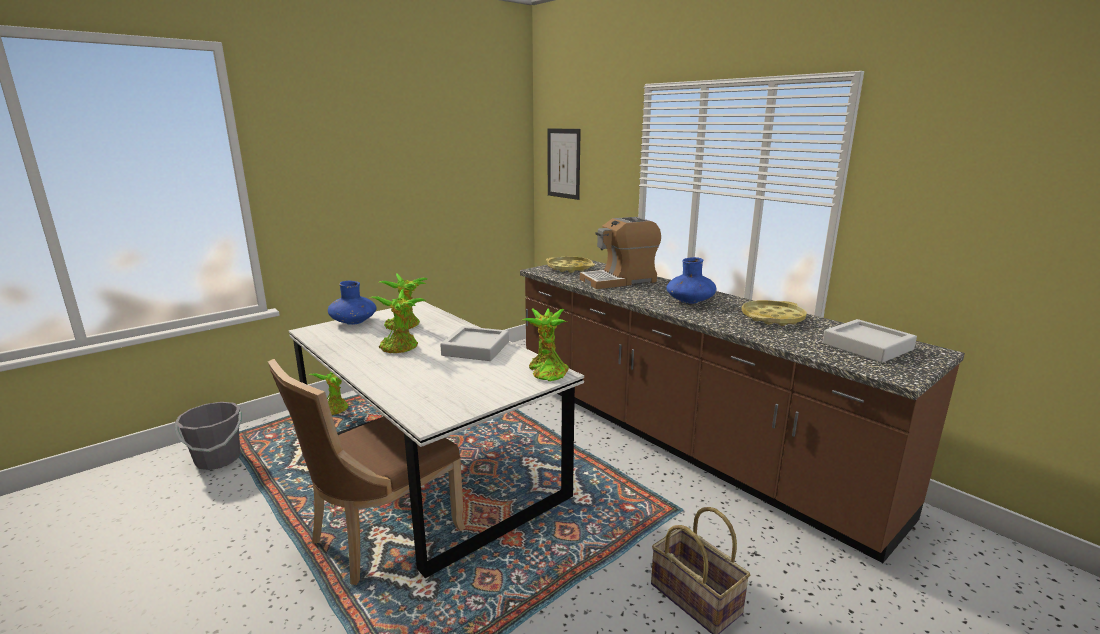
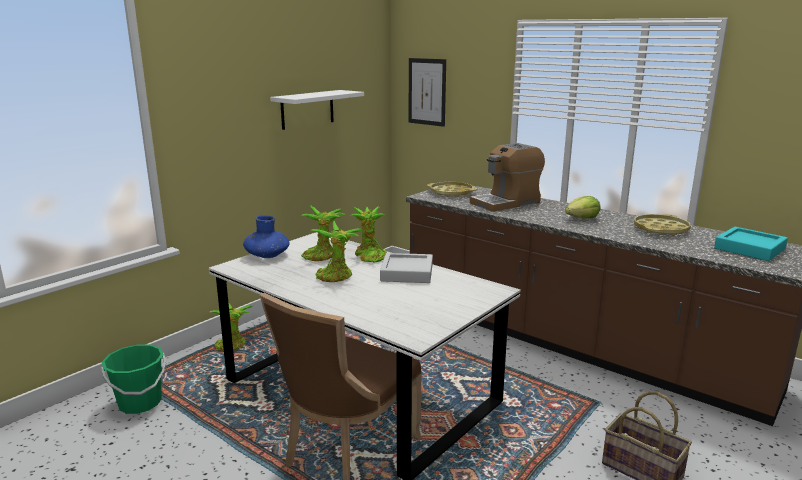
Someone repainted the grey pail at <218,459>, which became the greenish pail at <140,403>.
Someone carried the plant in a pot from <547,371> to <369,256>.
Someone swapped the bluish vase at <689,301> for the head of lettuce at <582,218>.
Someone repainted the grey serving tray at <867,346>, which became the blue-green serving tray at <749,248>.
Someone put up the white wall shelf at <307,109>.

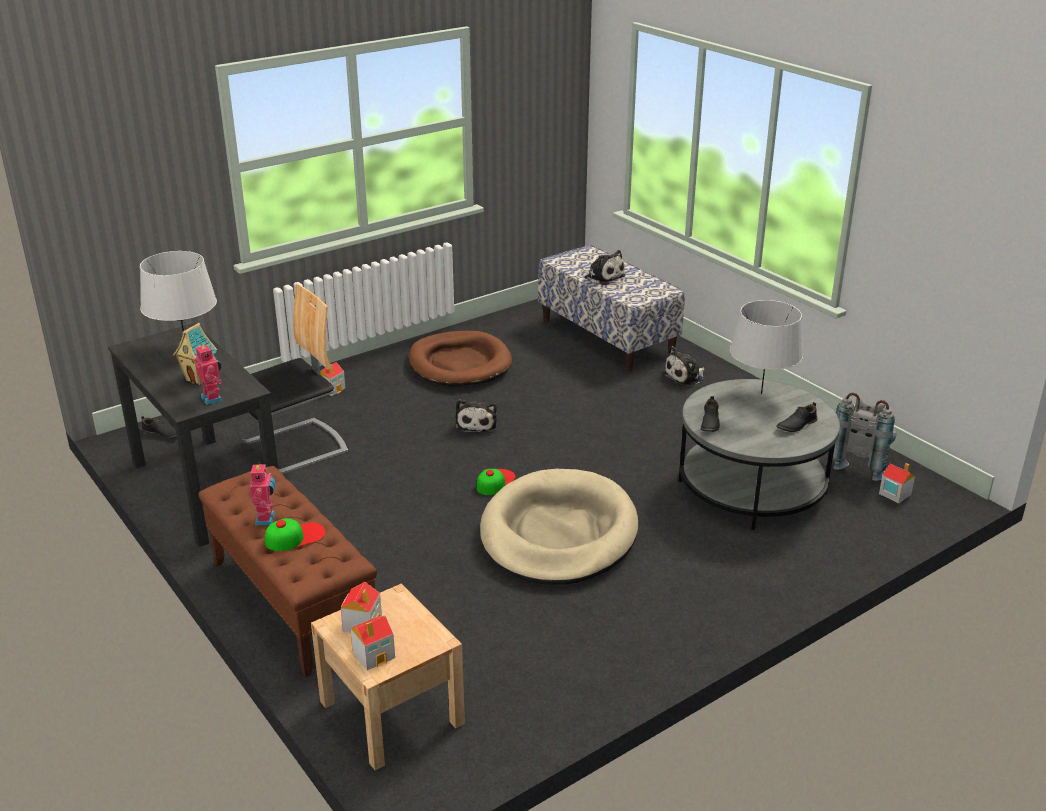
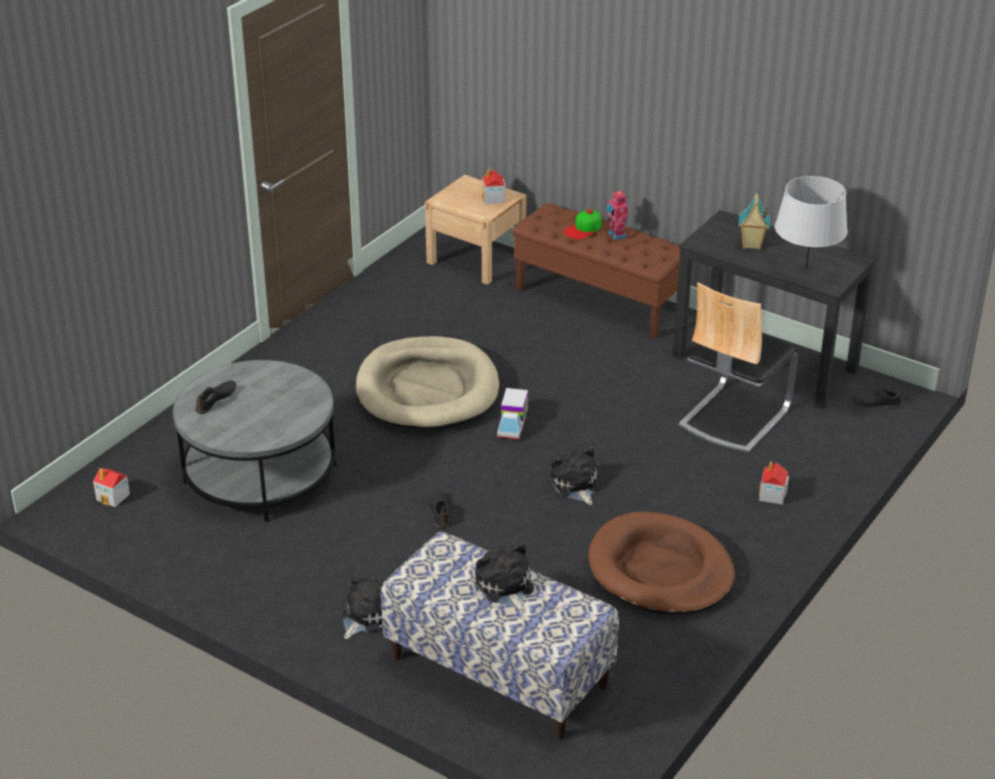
Someone took away the robot figure at <213,398>.
Someone took away the toy house at <374,654>.
Someone swapped the baseball cap at <495,482> for the toy lorry at <512,425>.
Someone rotated the plush toy at <603,277> by 45 degrees clockwise.
Someone carried the blackish shoe from <709,423> to <439,511>.
Someone took away the grey table lamp at <761,394>.
Someone took away the grey backpack at <861,463>.

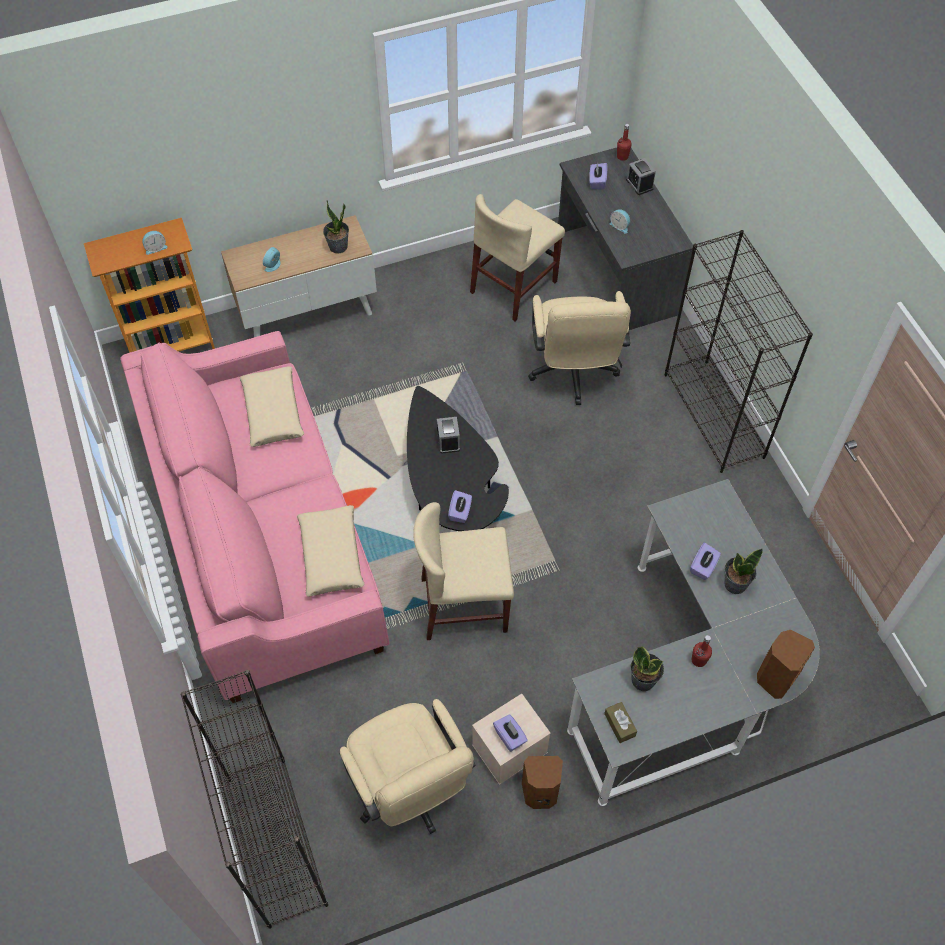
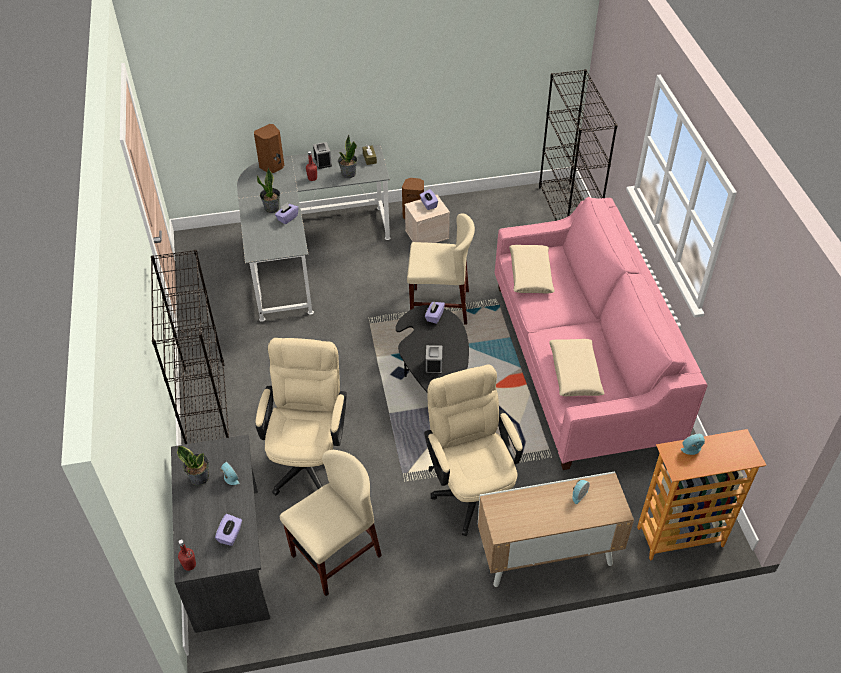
Someone carried the plant in a pot from <338,247> to <199,477>.
Someone carried the beige office chair from <410,790> to <471,489>.
Someone carried the alarm clock from <639,184> to <323,162>.

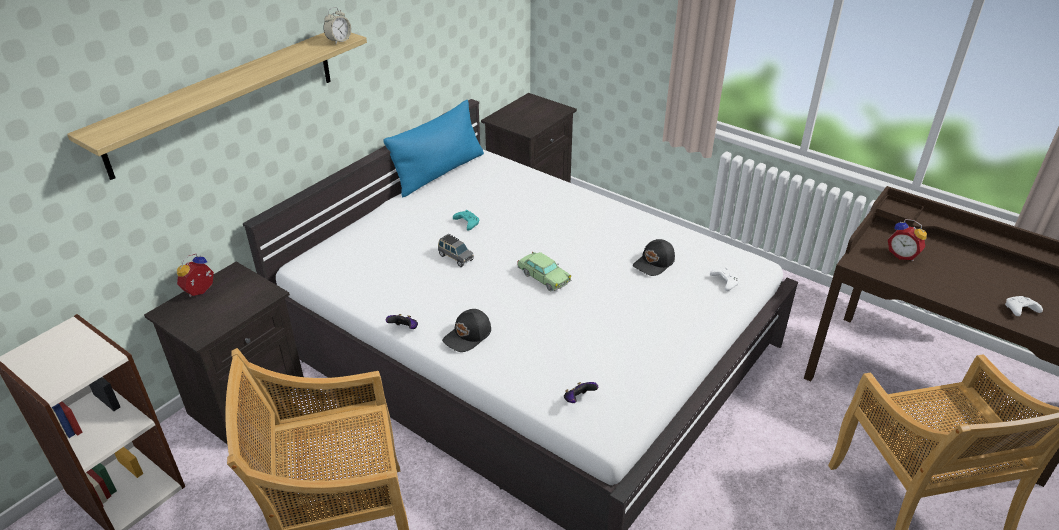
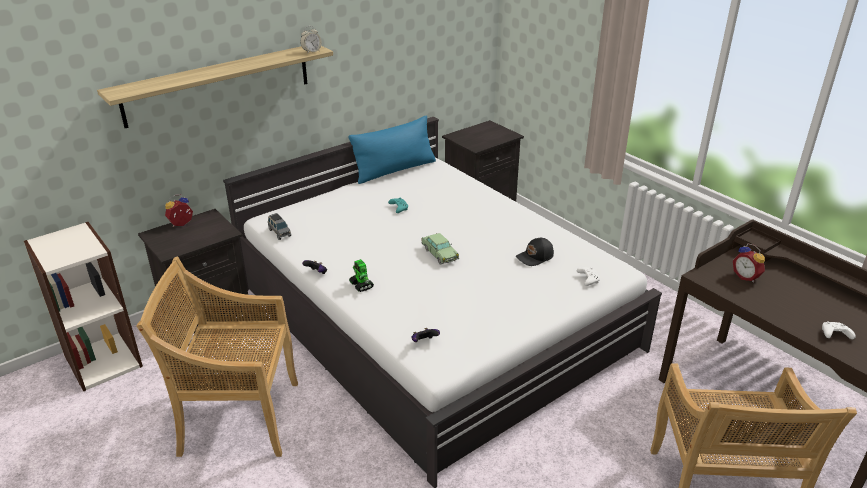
Someone carried the grey model car from <455,257> to <279,233>.
Someone swapped the blackish baseball cap at <468,336> for the robot figure at <361,285>.

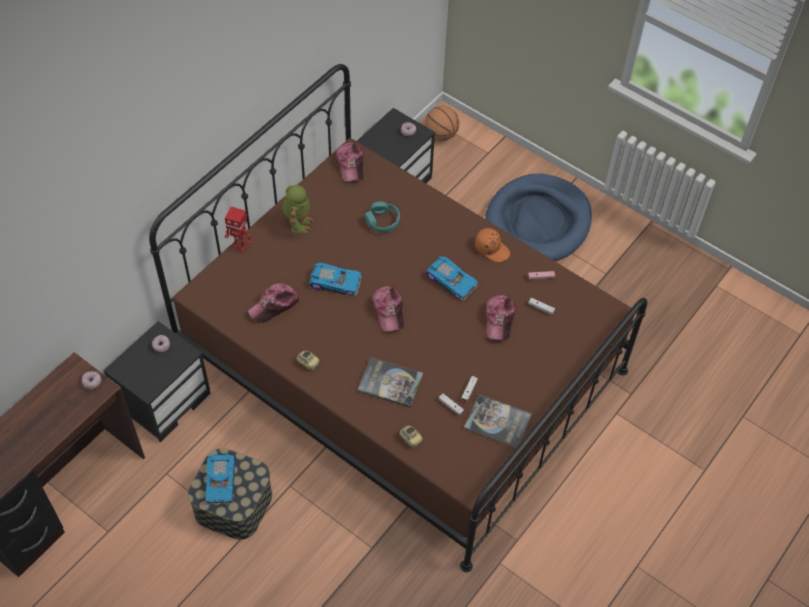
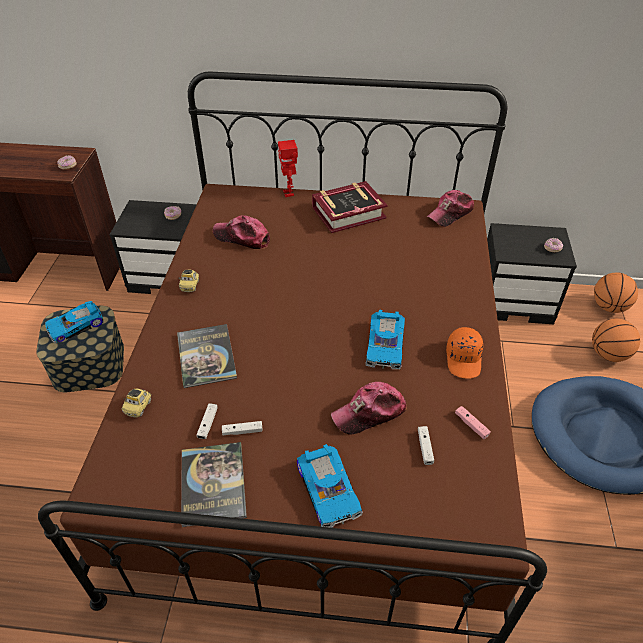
Someone swapped the robot figure at <298,223> for the book at <348,212>.
Someone carried the model car from <336,281> to <329,489>.
Someone took away the blue-green headset at <382,221>.
Someone took away the baseball cap at <389,311>.
Someone put down the basketball ball at <608,354>.

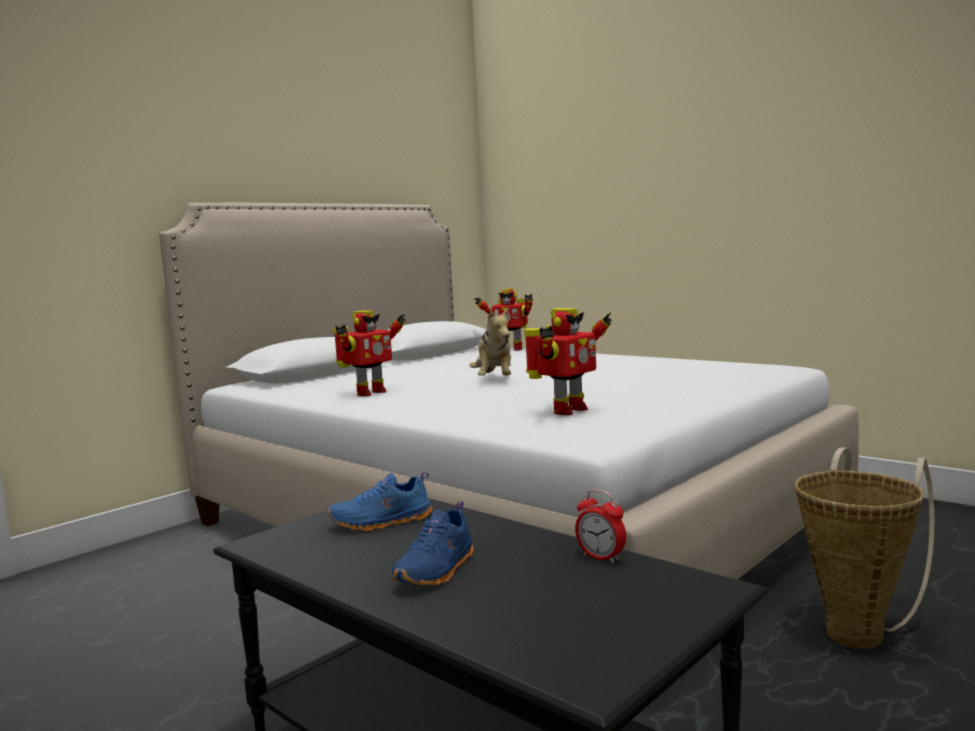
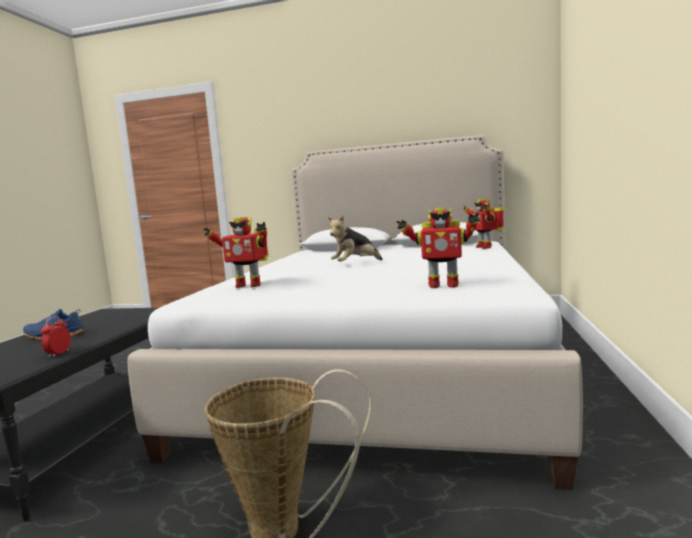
Someone took away the bluish shoe at <382,523>.
Someone carried the robot figure from <368,393> to <442,285>.

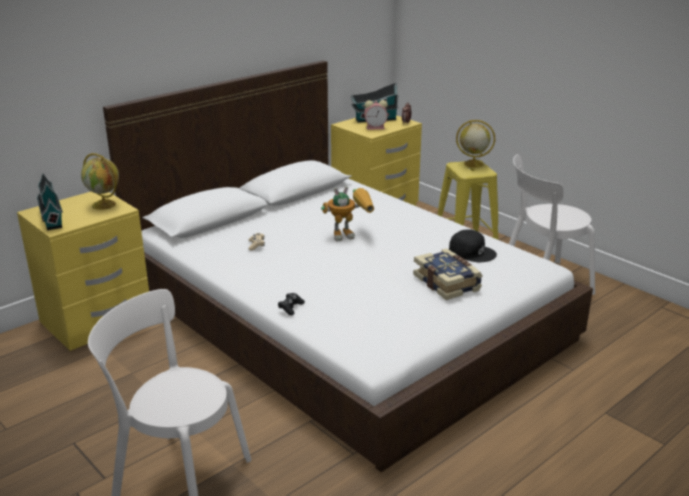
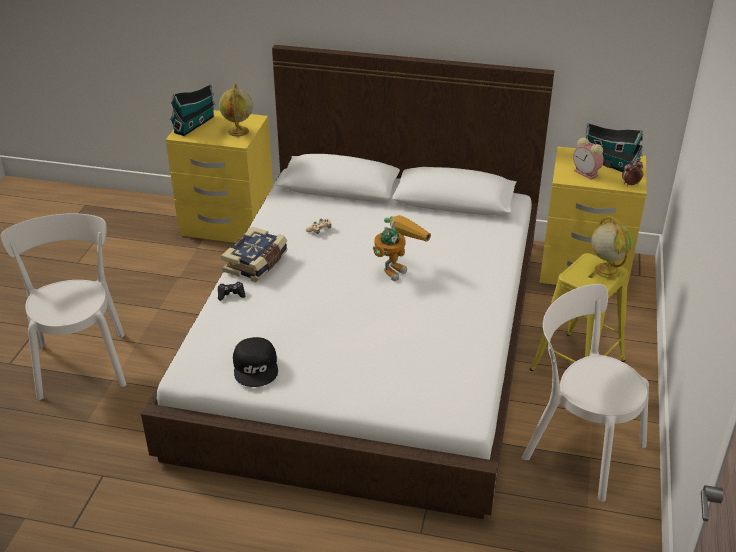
Someone rotated the robot figure at <350,234> by 90 degrees counterclockwise.
Someone carried the book from <447,283> to <257,263>.
Someone carried the blackish baseball cap from <472,252> to <256,367>.

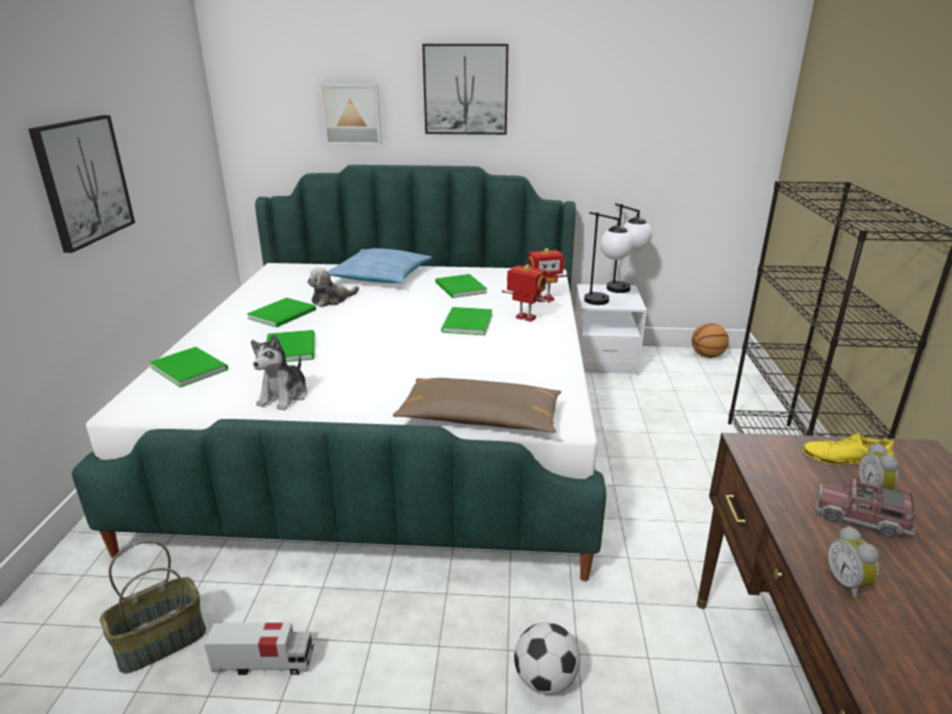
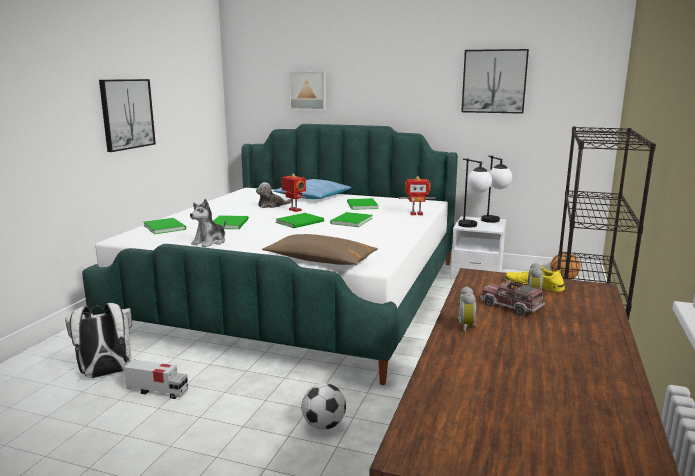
Someone swapped the storage basket at <160,643> for the white backpack at <105,374>.
Someone carried the greenish book from <284,314> to <301,222>.
Someone carried the wall picture from <465,89> to <494,81>.
Someone carried the robot figure from <525,318> to <294,210>.

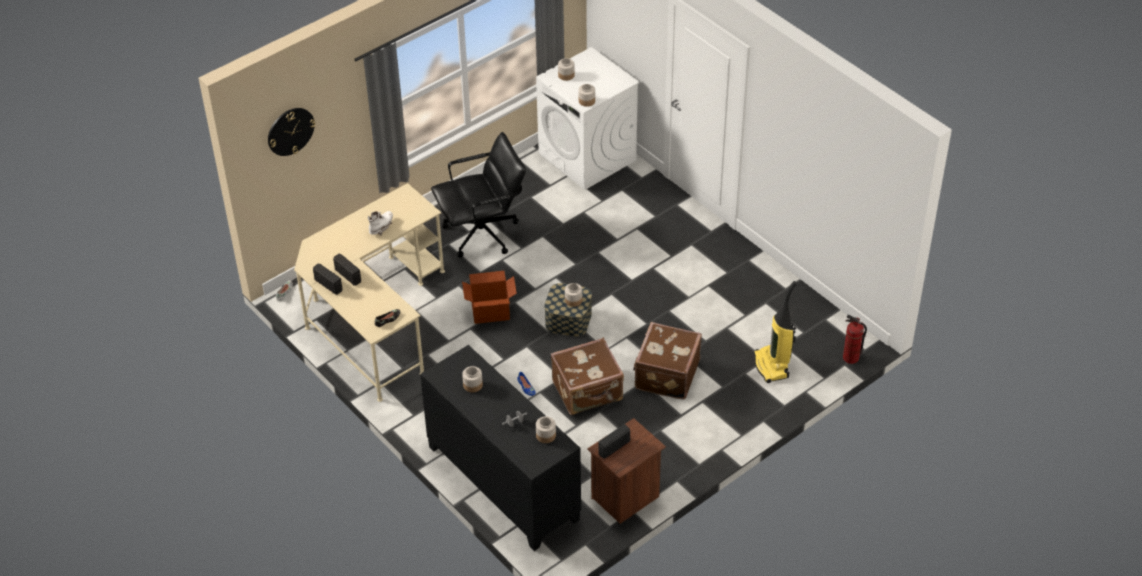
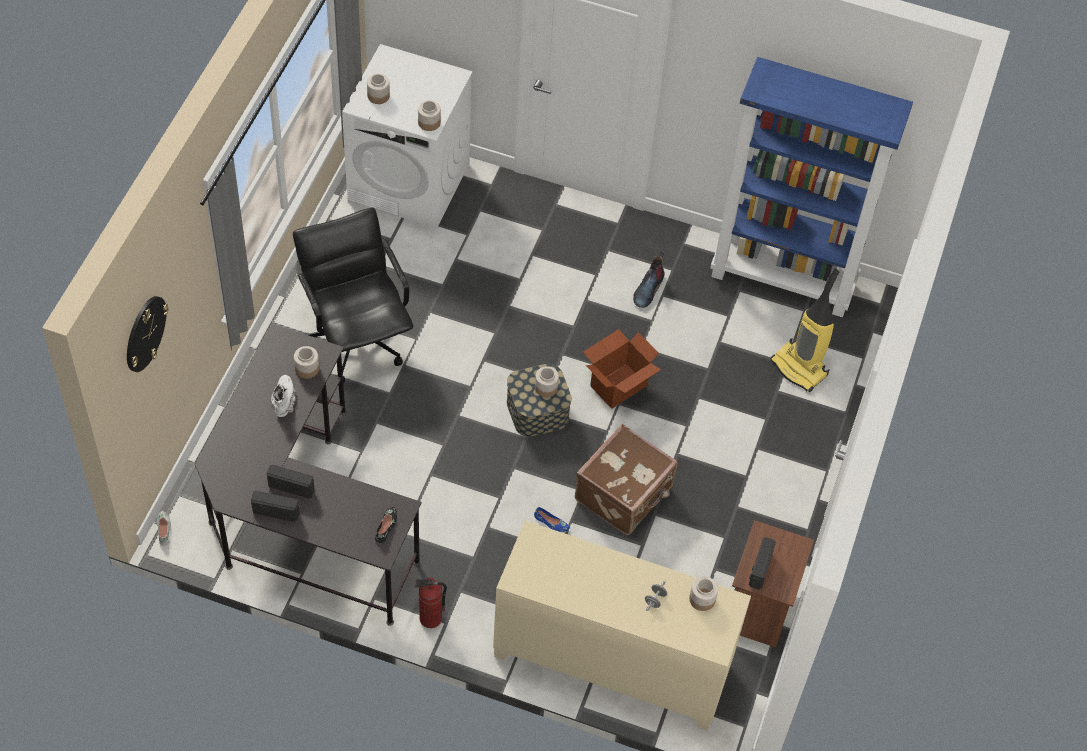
Someone repainted the beige desk unit at <372,317>, which became the blackish desk unit at <301,514>.
Someone repainted the blackish storage cabinet at <502,483>, which became the beige storage cabinet at <611,662>.
Someone rotated the blackish office chair at <482,234> by 60 degrees counterclockwise.
Someone carried the carton from <490,312> to <618,385>.
Someone carried the preserve jar from <473,385> to <307,368>.
Someone took away the brown-coloured travel case at <665,375>.
Someone carried the extinguisher from <850,358> to <430,618>.
Someone put down the high-top boot at <648,289>.
Someone put down the bluish bookshelf at <784,279>.

